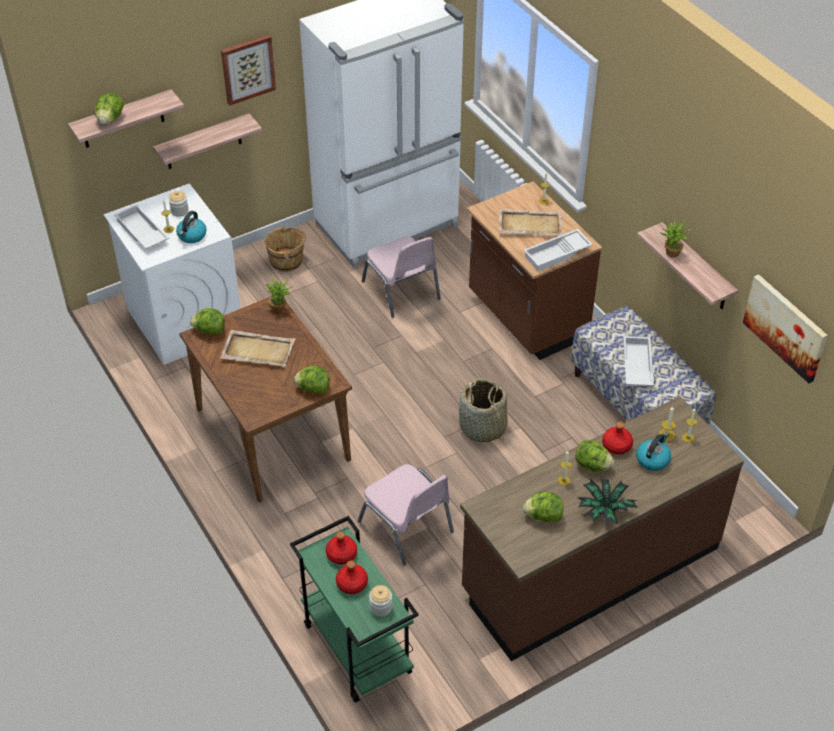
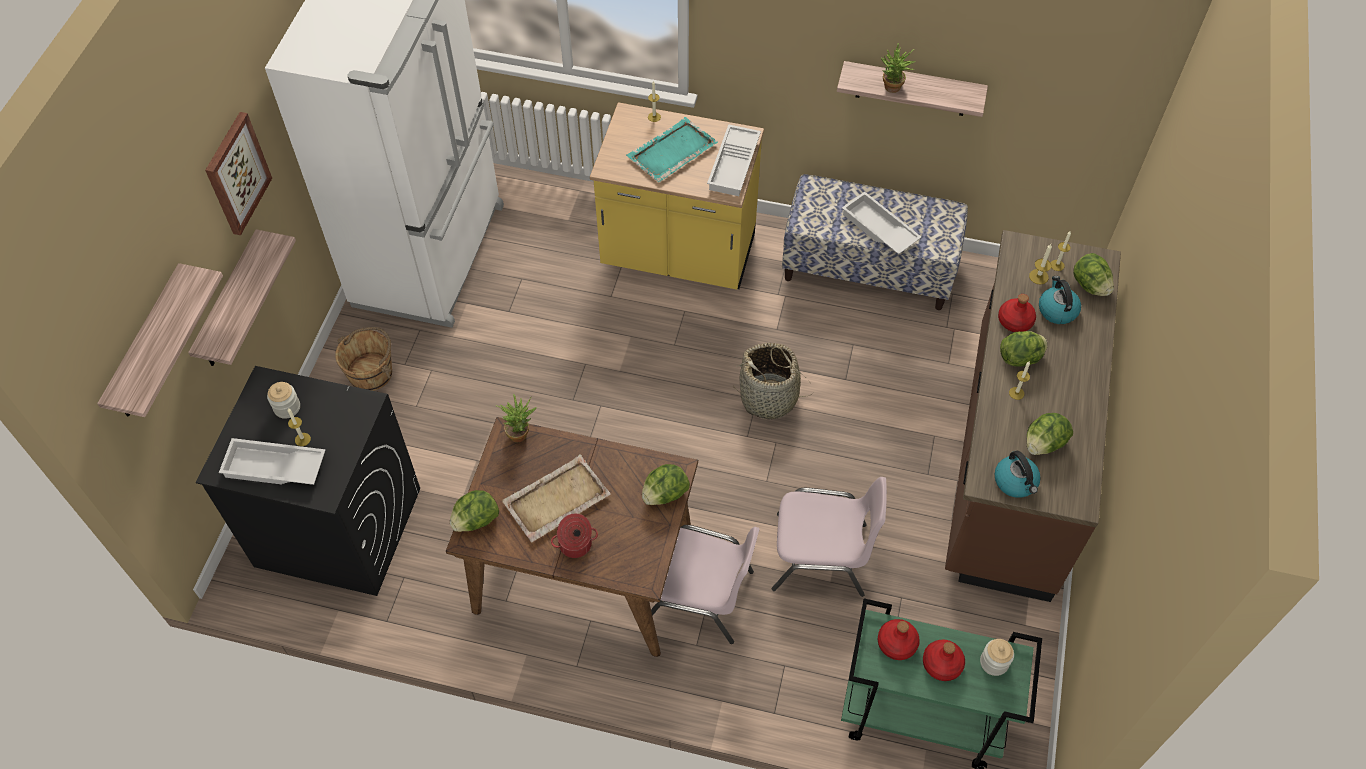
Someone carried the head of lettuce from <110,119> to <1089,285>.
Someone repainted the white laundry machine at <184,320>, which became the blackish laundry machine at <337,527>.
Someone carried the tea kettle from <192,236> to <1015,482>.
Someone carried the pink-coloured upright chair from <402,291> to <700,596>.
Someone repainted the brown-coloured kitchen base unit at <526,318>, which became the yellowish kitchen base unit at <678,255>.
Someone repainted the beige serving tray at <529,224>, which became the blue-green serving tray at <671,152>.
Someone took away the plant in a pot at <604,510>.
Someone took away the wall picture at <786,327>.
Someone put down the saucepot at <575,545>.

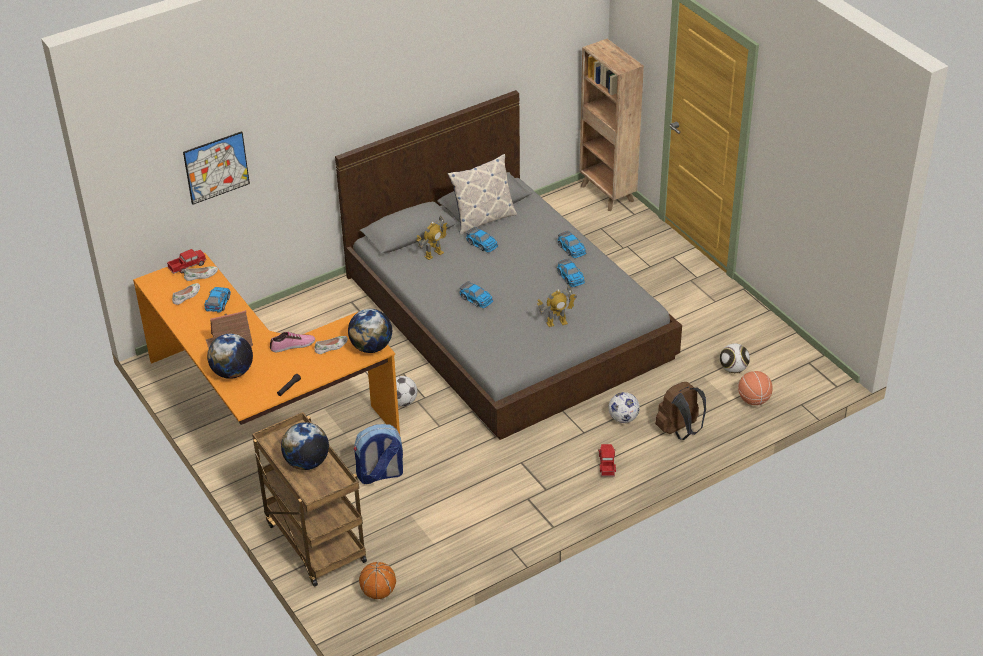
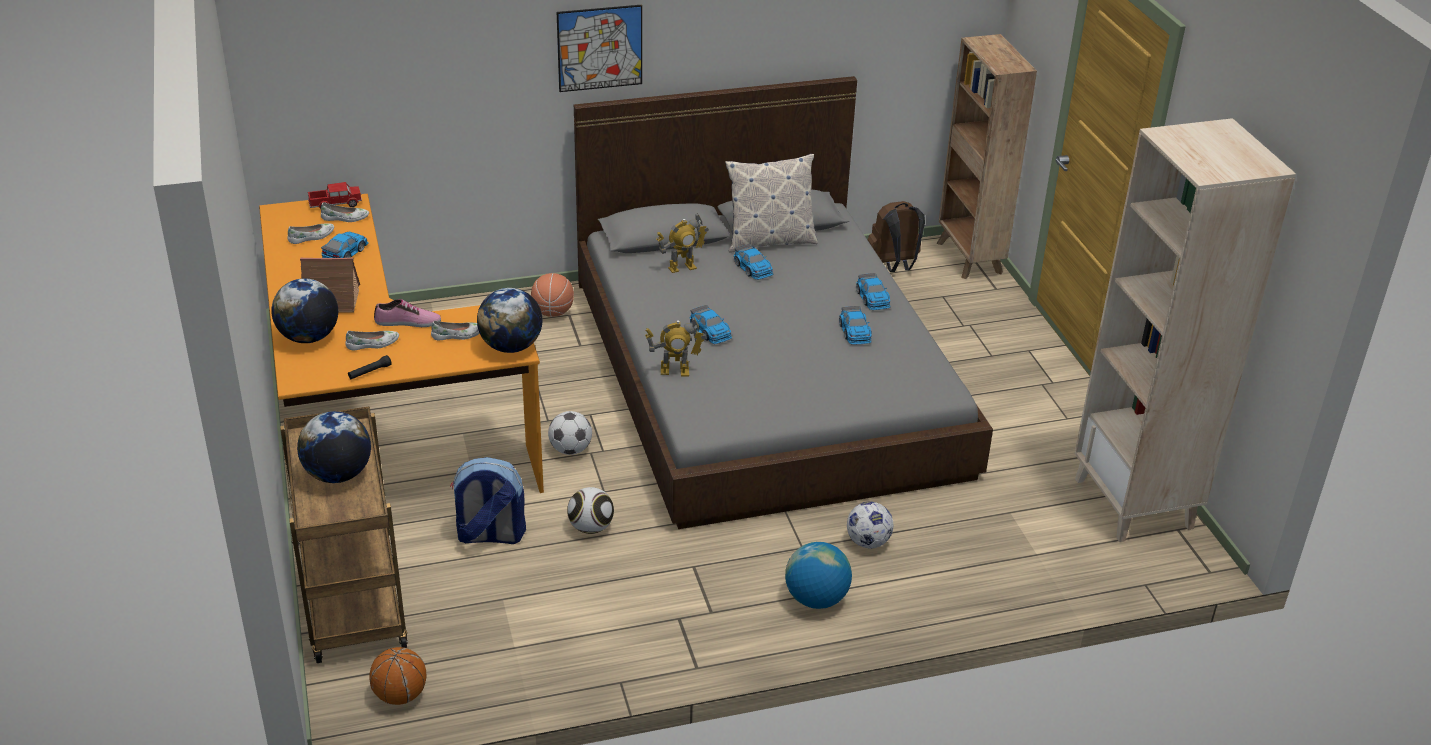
Someone carried the wall picture from <216,167> to <600,48>.
Someone carried the robot figure from <556,322> to <675,371>.
Someone swapped the toy lorry at <607,464> for the globe at <816,599>.
Someone carried the brown-coloured backpack from <680,431> to <894,265>.
Someone carried the ball for football from <733,369> to <591,527>.
Someone carried the basketball ball from <753,400> to <553,312>.
Someone put down the white shoe at <373,344>.
Someone put down the beige bookshelf at <1134,504>.

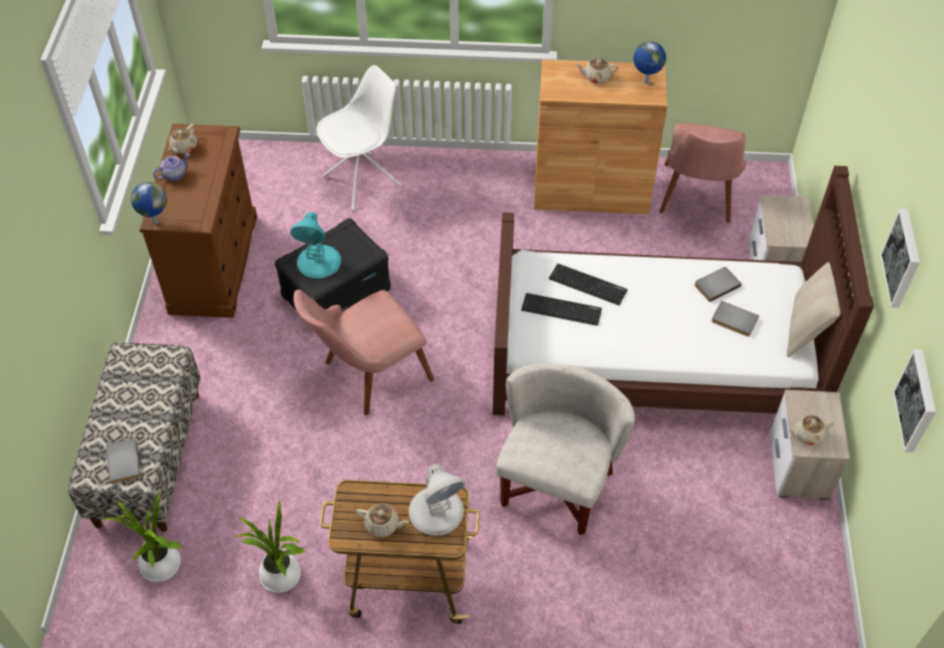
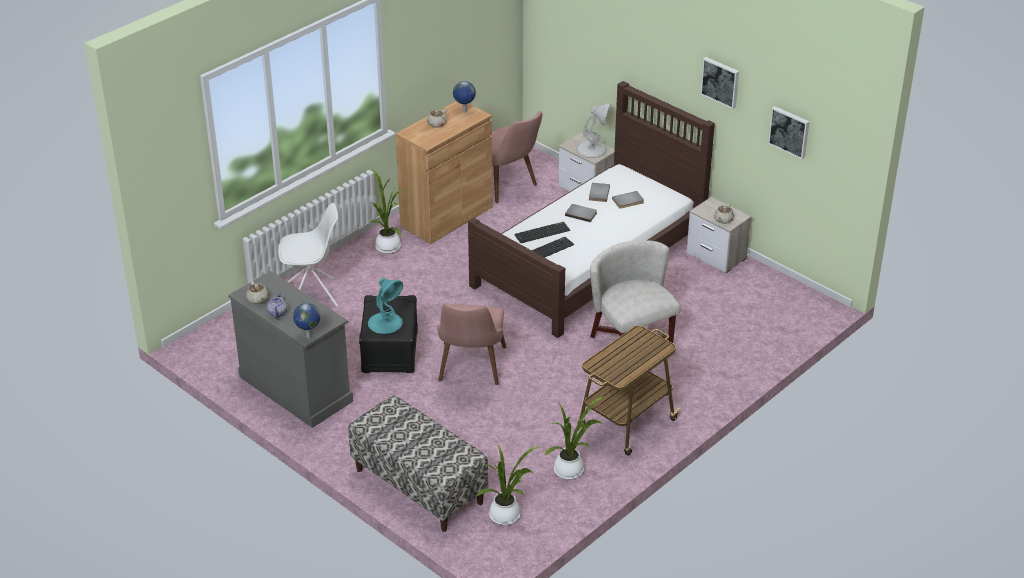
Someone carried the grey book from <125,461> to <581,213>.
Someone repainted the brown-coloured drawer chest at <214,263>, which became the grey drawer chest at <295,388>.
Someone rotated the white upright chair at <363,181> by 75 degrees clockwise.
Someone took away the beige teapot at <383,525>.
Someone carried the white table lamp from <437,512> to <592,149>.
Someone took away the beige cushion at <808,328>.
Someone put down the plant in a pot at <387,246>.

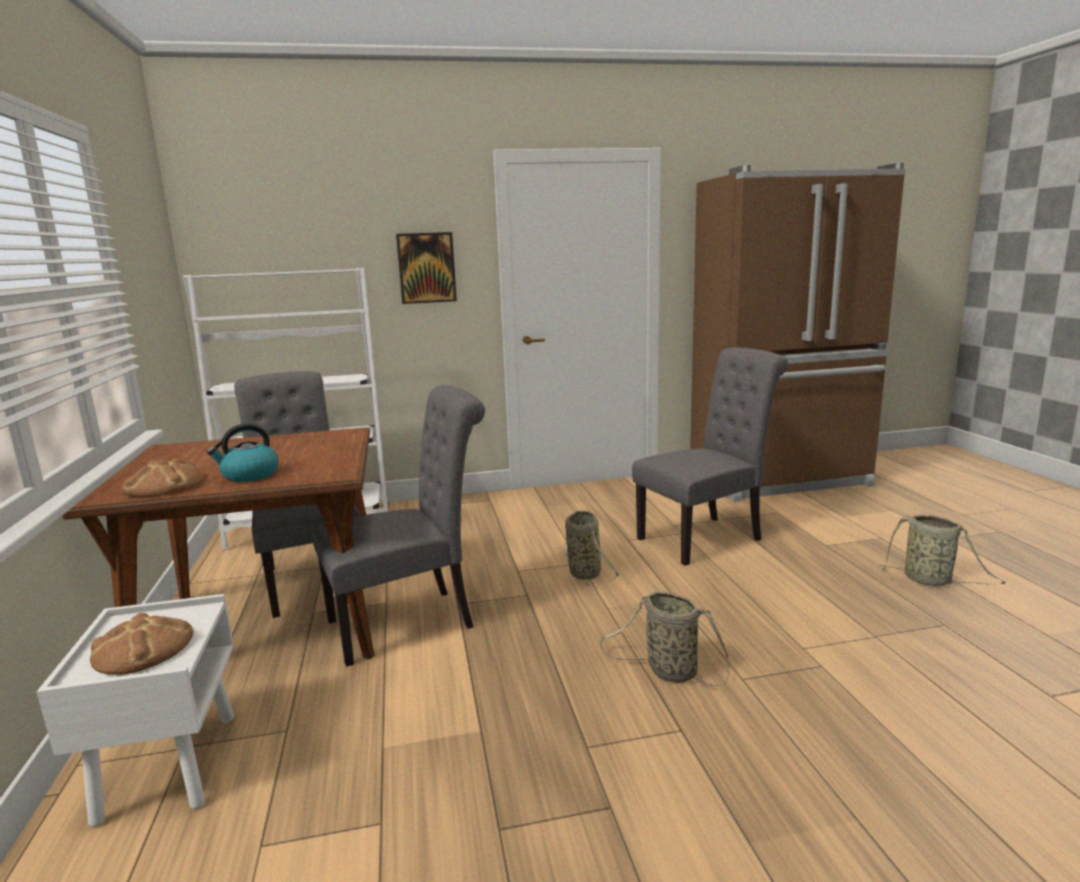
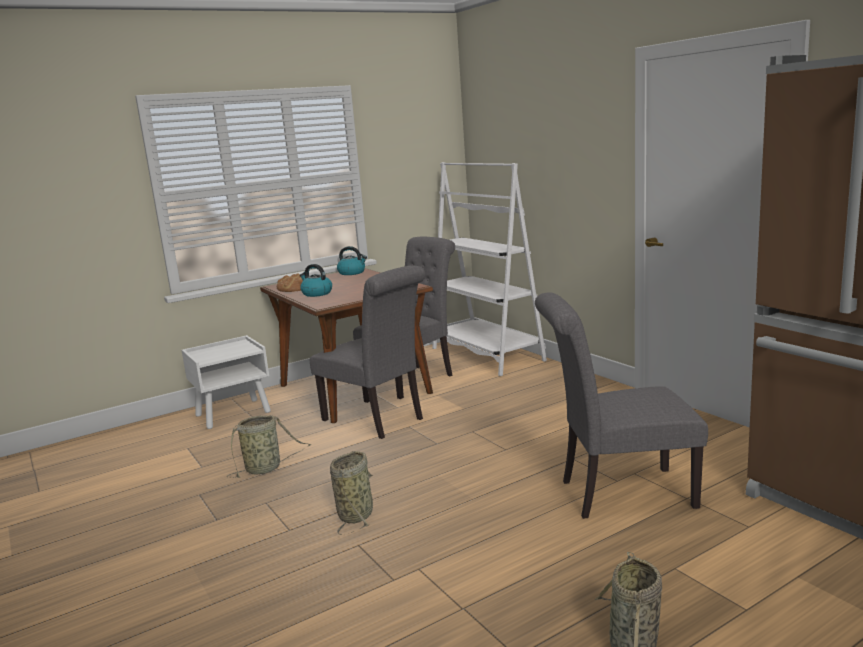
Someone took away the bread at <143,649>.
Someone took away the wall picture at <426,268>.
Someone carried the storage basket from <584,572> to <266,468>.
Someone rotated the grey upright chair at <706,537> by 135 degrees clockwise.
Someone put down the tea kettle at <352,272>.

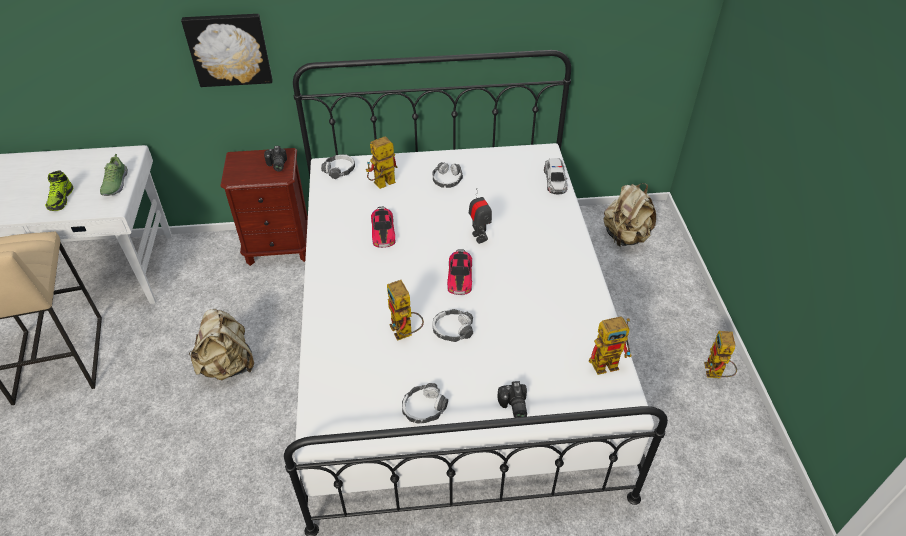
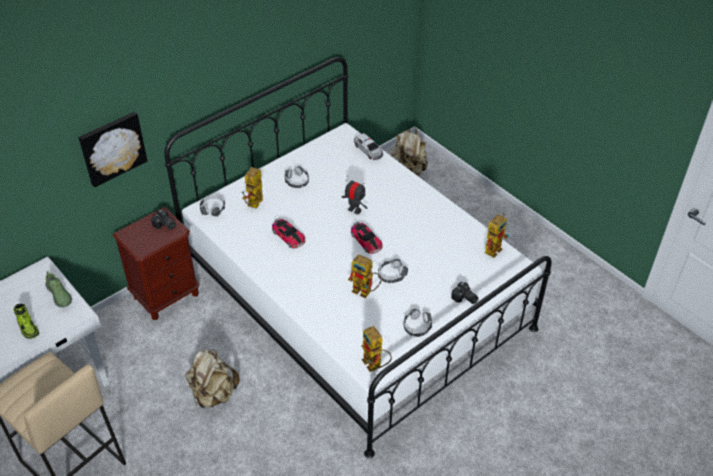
Someone carried the robot figure from <715,374> to <375,365>.

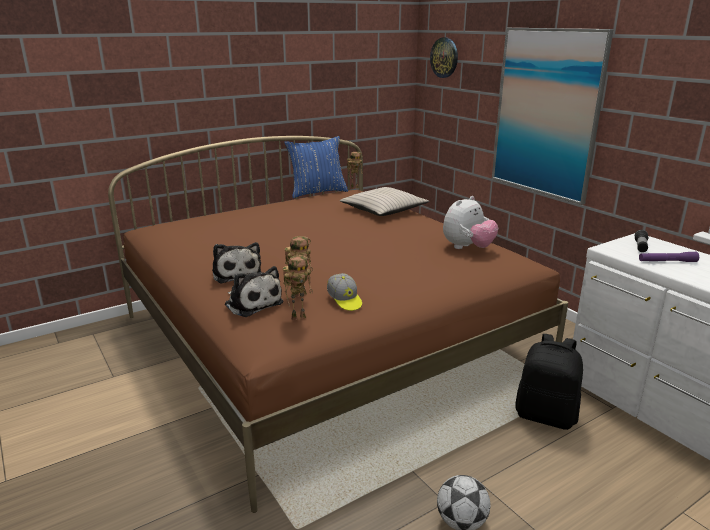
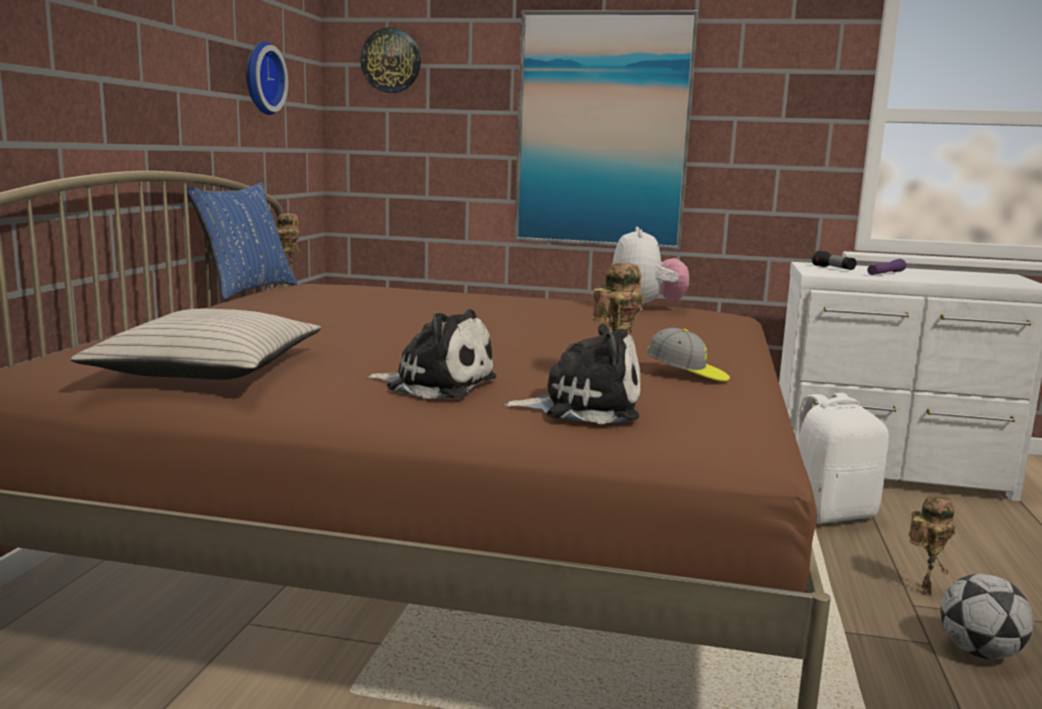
Someone carried the robot figure from <299,317> to <923,589>.
Someone carried the beige cushion from <383,210> to <207,369>.
Someone repainted the blackish backpack at <546,415>, which became the white backpack at <829,514>.
Someone put up the wall clock at <261,78>.

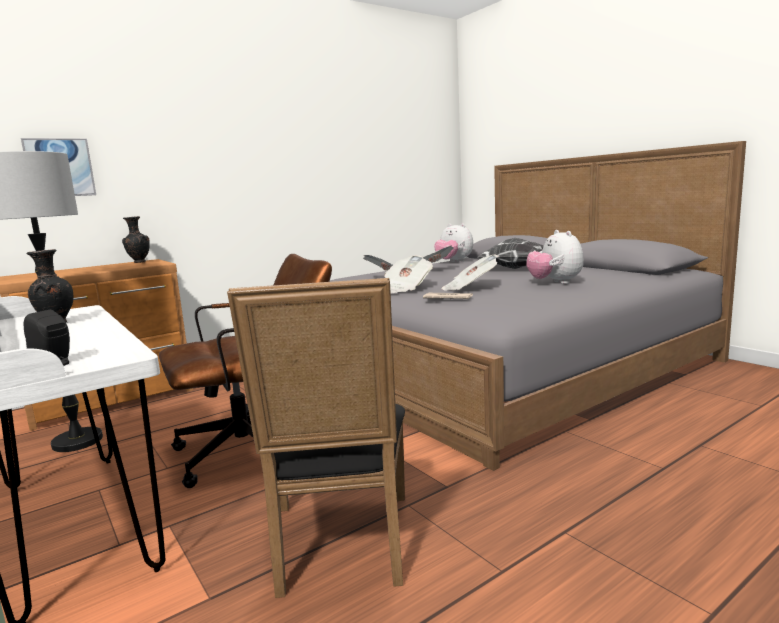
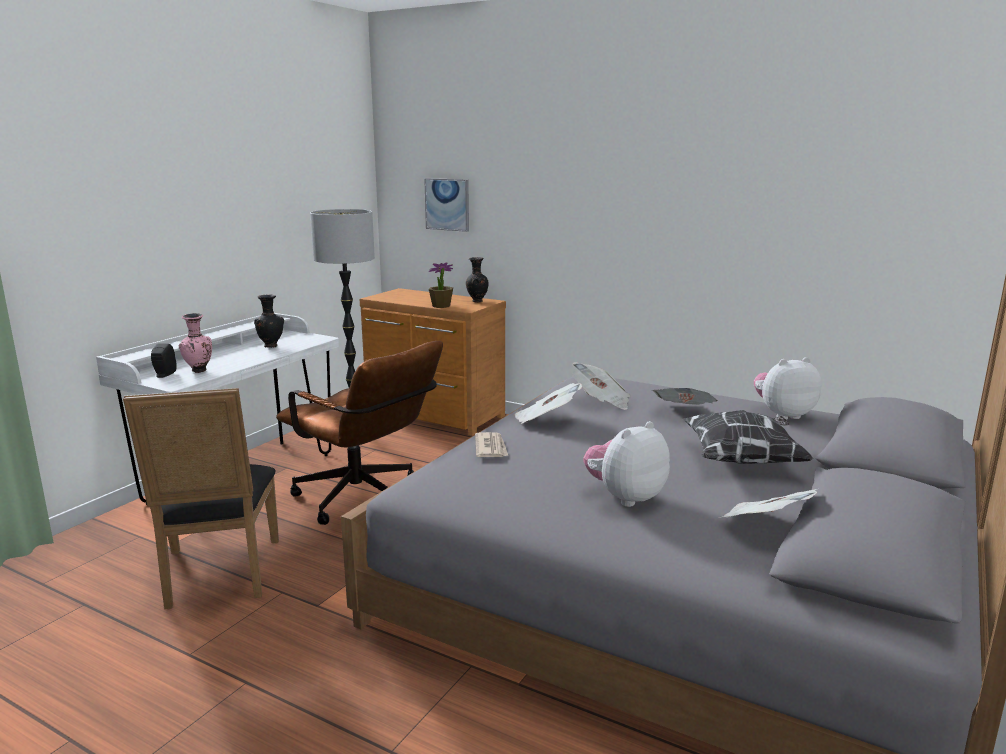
Someone rotated the blackish upright chair at <340,548> by 75 degrees counterclockwise.
Someone rotated the plush toy at <454,262> by 60 degrees clockwise.
Someone carried the printed paper from <470,288> to <764,525>.
Someone put down the pink-coloured vase at <199,371>.
Someone put down the plant in a pot at <441,306>.

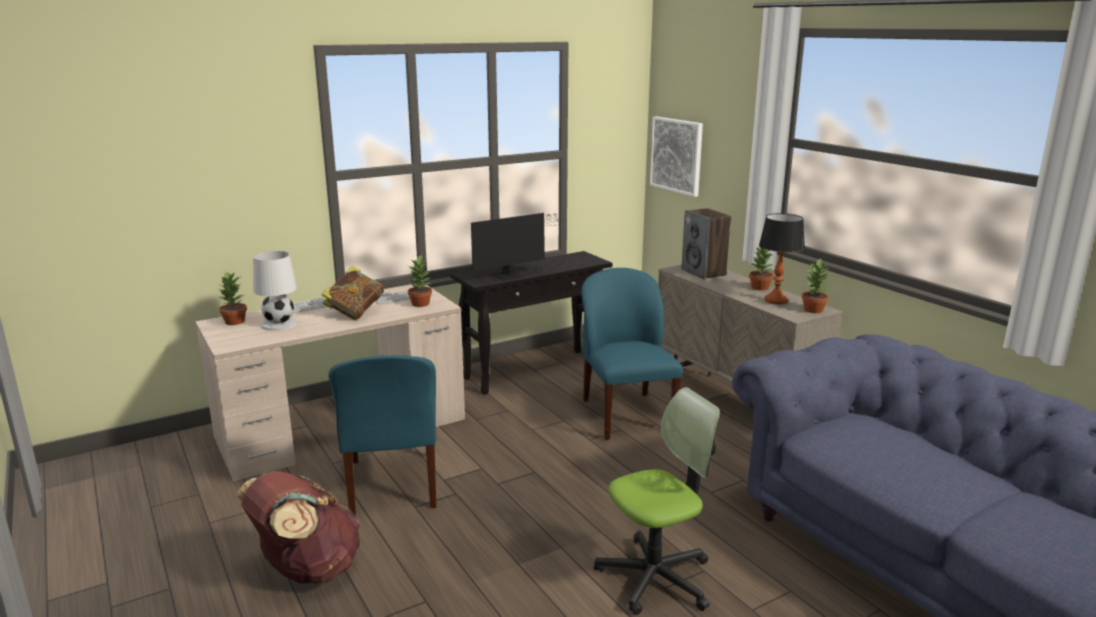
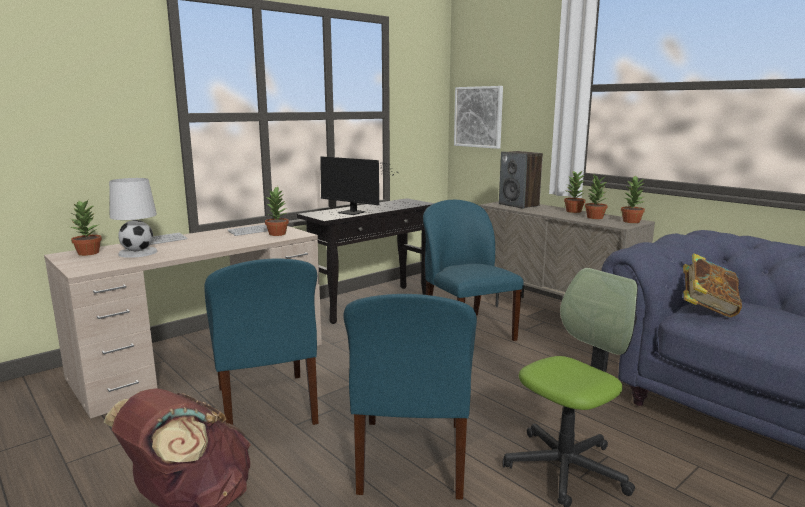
Someone carried the book from <355,313> to <707,308>.
Someone rotated the computer screen at <512,275> by 75 degrees clockwise.
Someone swapped the table lamp at <775,300> for the plant in a pot at <594,217>.
Someone put down the bluish upright chair at <411,459>.

